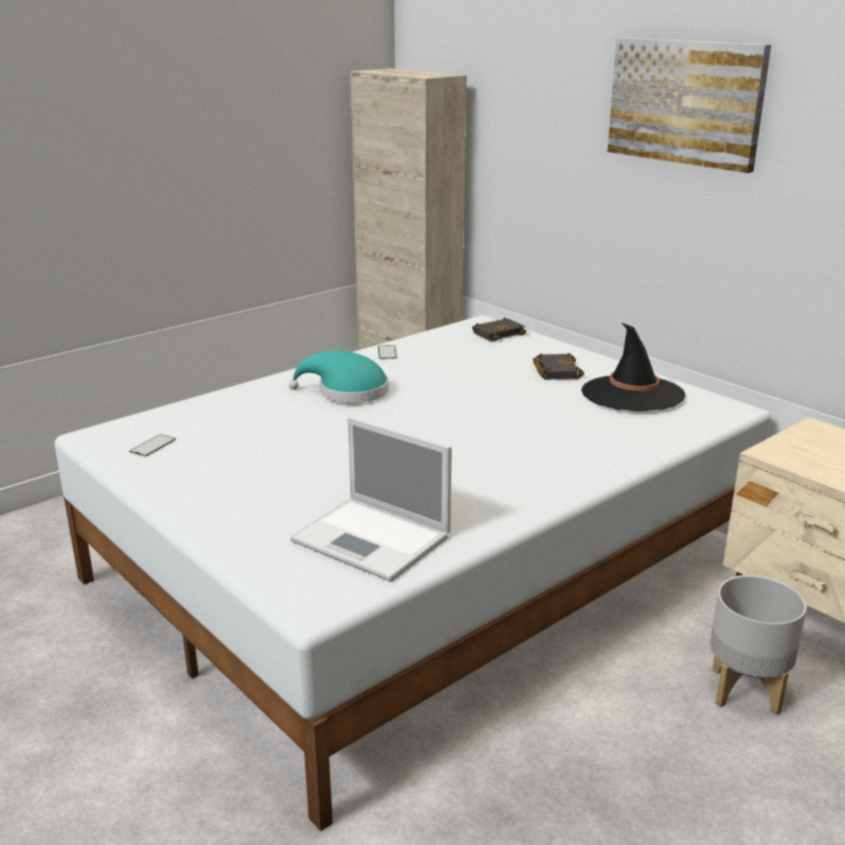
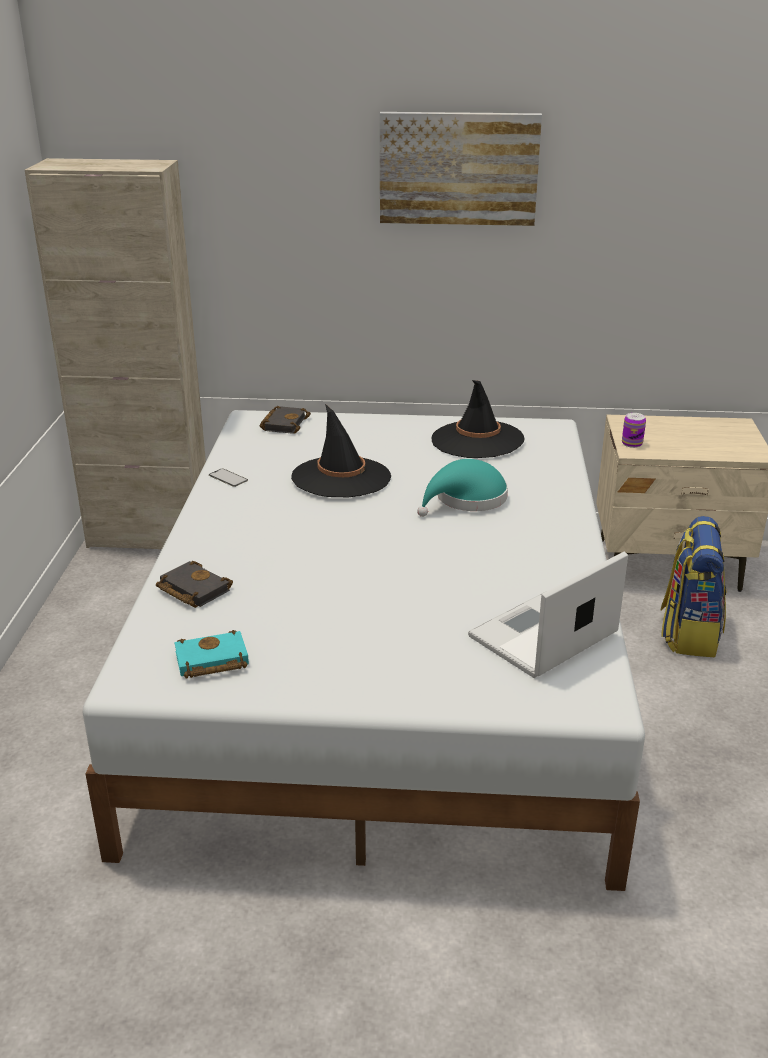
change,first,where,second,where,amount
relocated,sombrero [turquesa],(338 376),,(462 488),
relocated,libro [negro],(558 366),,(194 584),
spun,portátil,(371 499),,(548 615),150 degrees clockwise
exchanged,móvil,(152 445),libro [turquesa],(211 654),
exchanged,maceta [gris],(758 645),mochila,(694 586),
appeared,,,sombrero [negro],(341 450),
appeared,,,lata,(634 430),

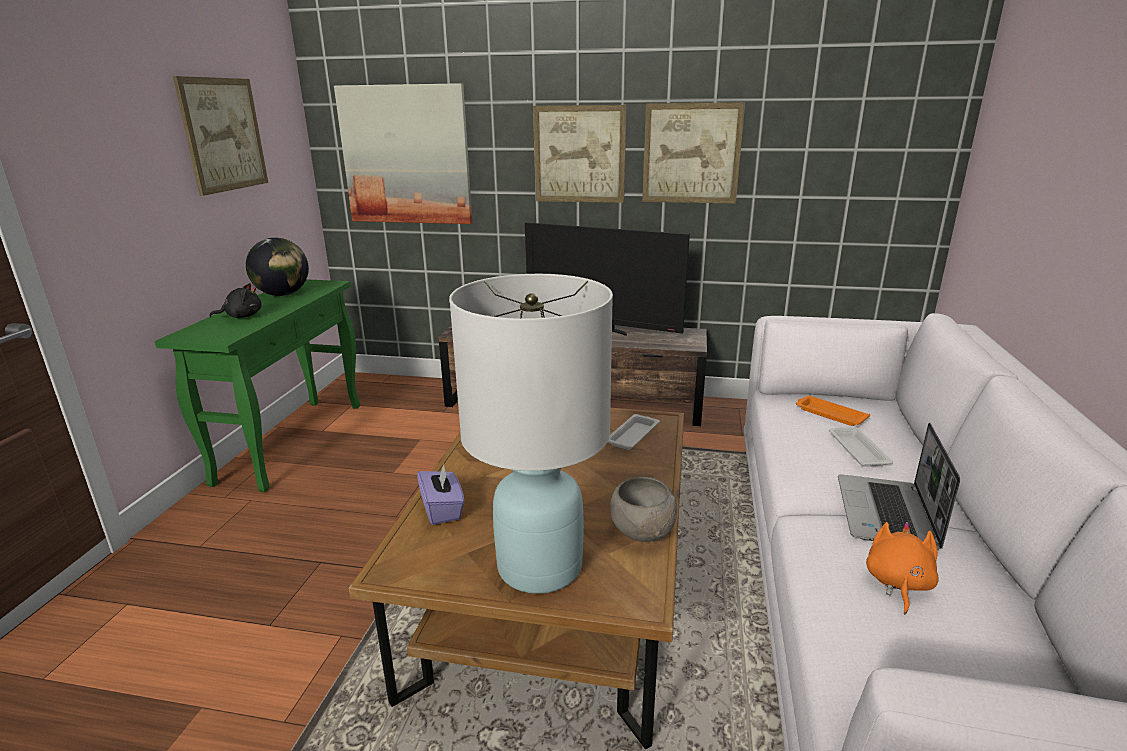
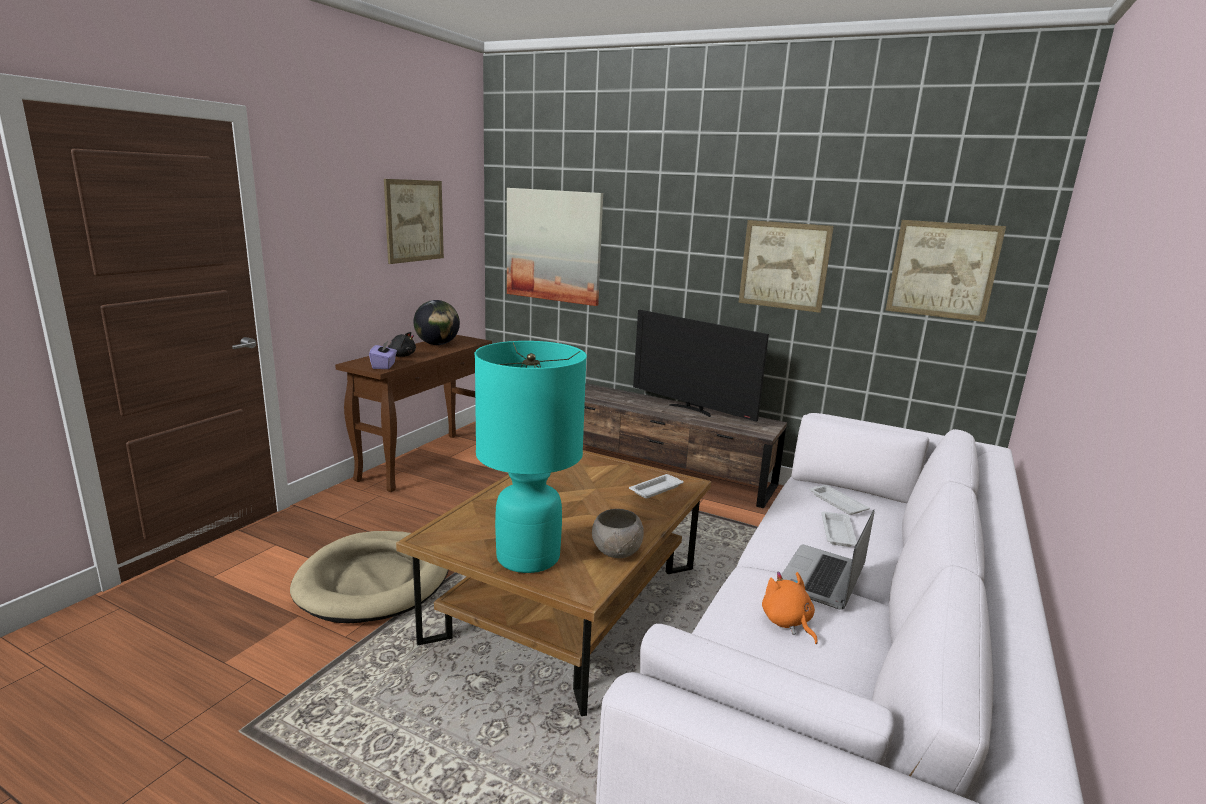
change,first,where,second,where,amount
relocated,cuadro,(580 154),,(945 271),
colour,lámpara de mesa [blanco],(531 434),lámpara de mesa [turquesa],(531 457),
colour,mesa consola [verde],(257 385),mesa consola [marrón],(413 413),
colour,bandeja [naranja],(833 411),bandeja [blanco],(839 500),
relocated,caja de pañuelos [morado],(441 494),,(383 355),
spun,peluche [naranja],(902 568),,(789 607),60 degrees counterclockwise
appeared,,,cama para perro [beis],(369 577),

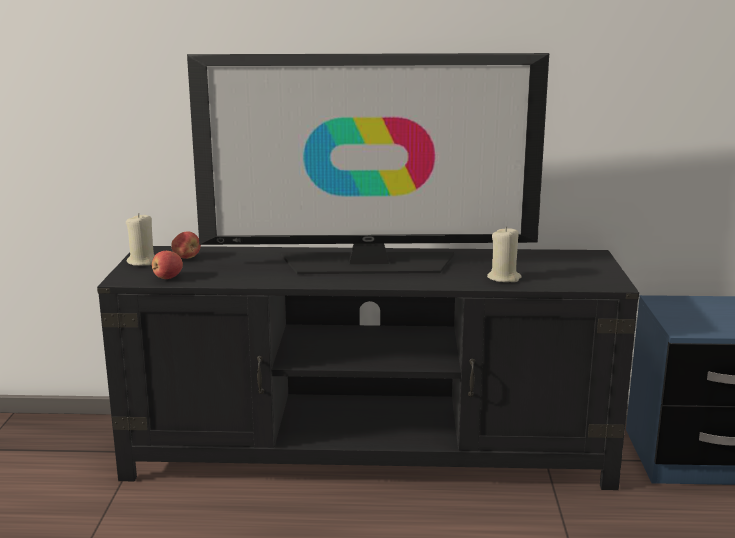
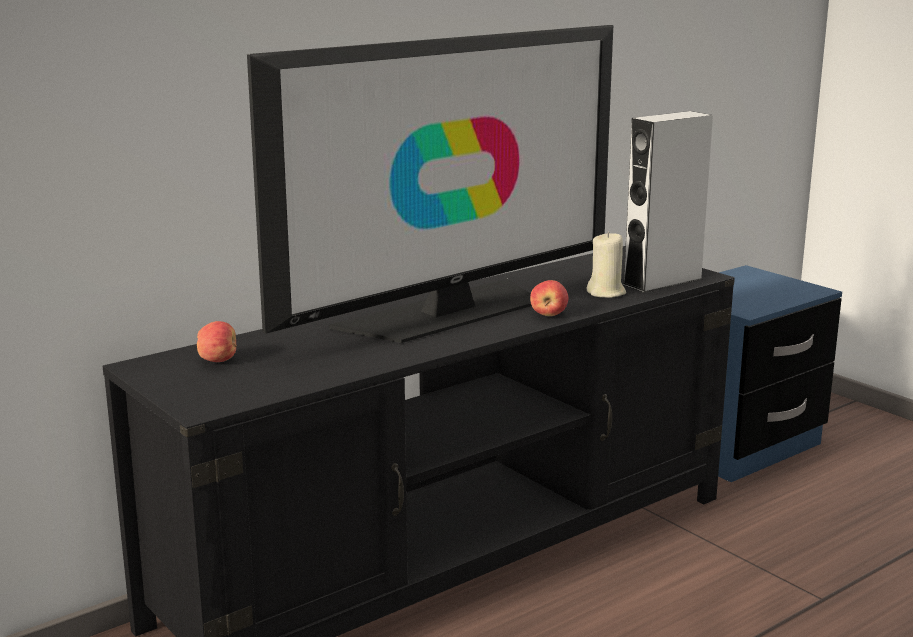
change,first,where,second,where,amount
missing,vela [beis],(140 239),,,
relocated,manzana,(167 265),,(549 298),
appeared,,,altavoz [gris],(667 202),

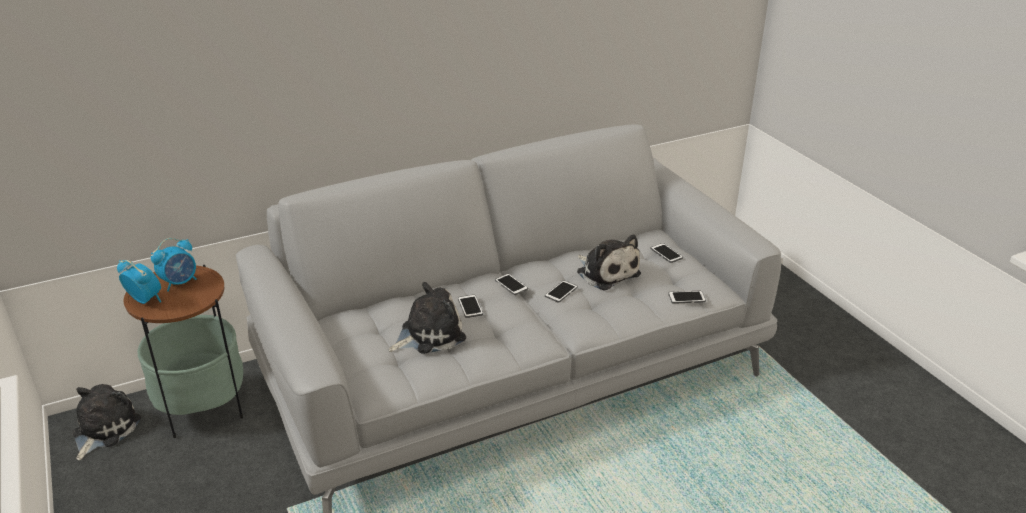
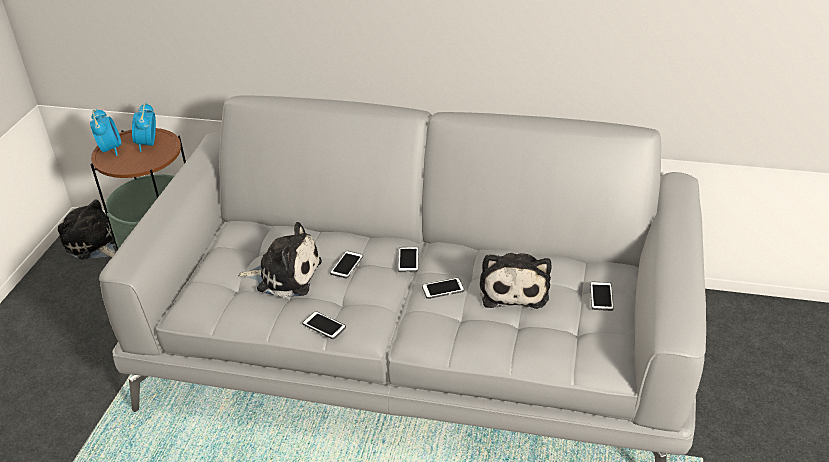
change,first,where,second,where,amount
spun,despertador,(174 265),,(144 127),90 degrees clockwise
relocated,móvil,(687 297),,(324 325),
spun,peluche,(107 422),,(87 229),105 degrees counterclockwise

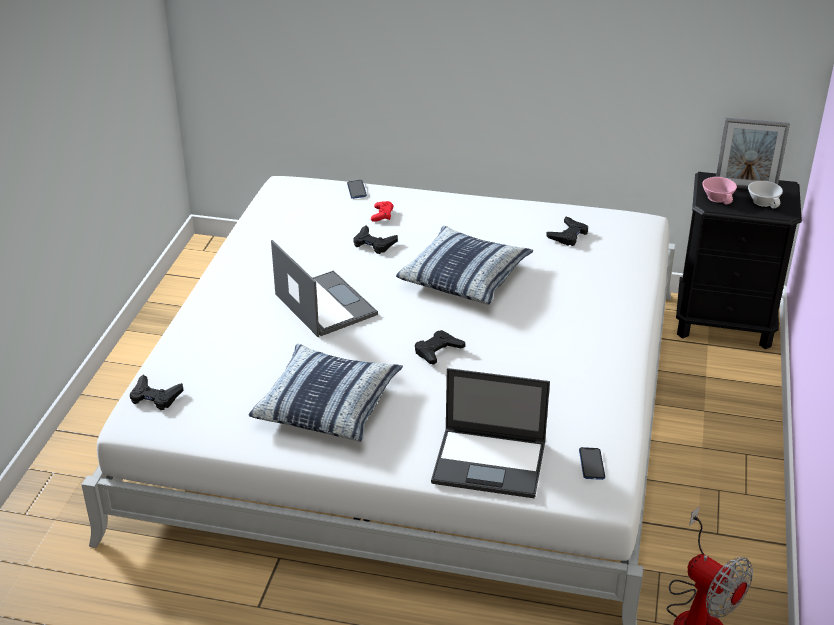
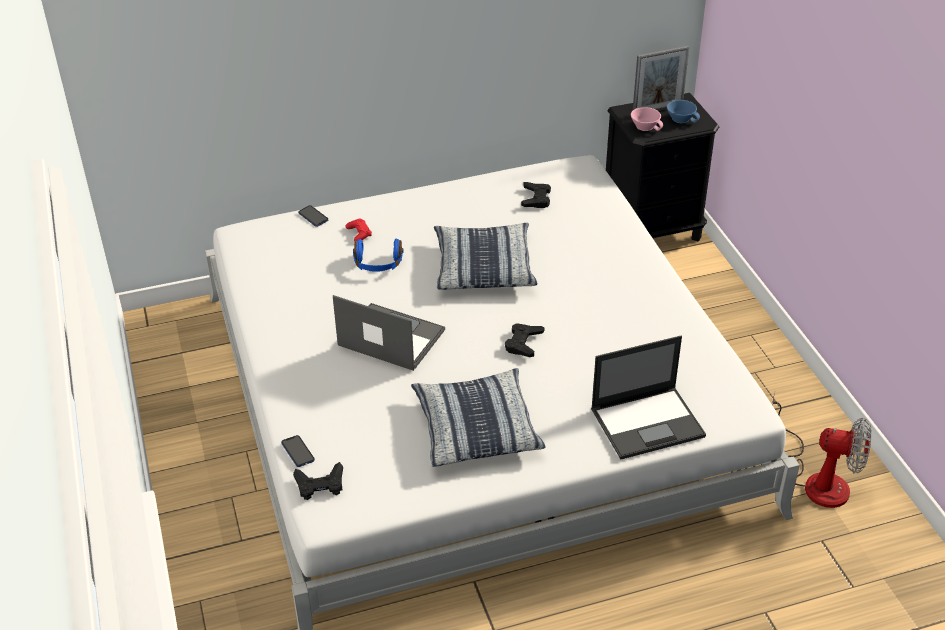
change,first,where,second,where,amount
colour,taza [blanco],(765 195),taza [azul],(683 111),
exchanged,mando de consola [negro],(375 239),auriculares [azul],(378 255),
relocated,móvil,(592 463),,(298 451),

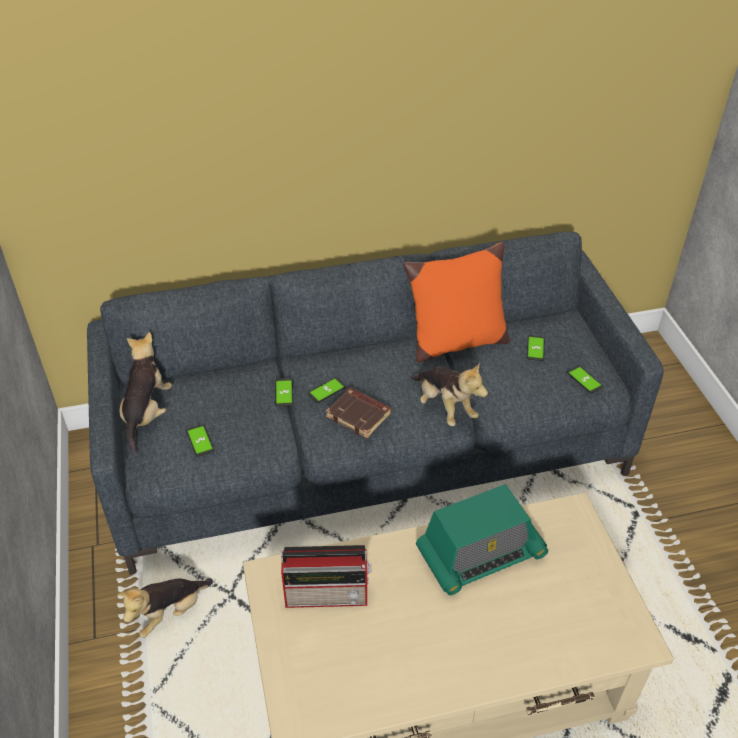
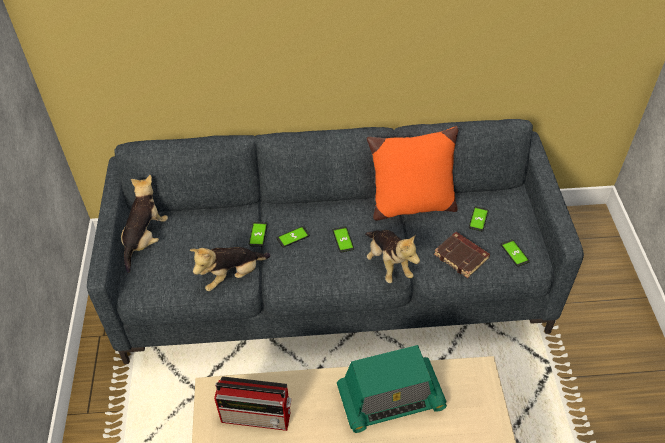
change,first,where,second,where,amount
relocated,libro [marrón],(359 413),,(462 255),
relocated,móvil,(200 440),,(343 239),
relocated,peluche,(165 608),,(230 269),

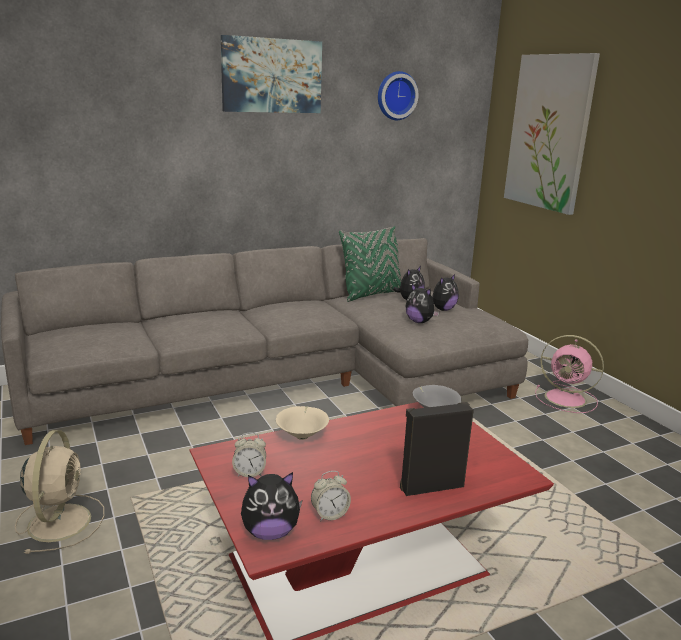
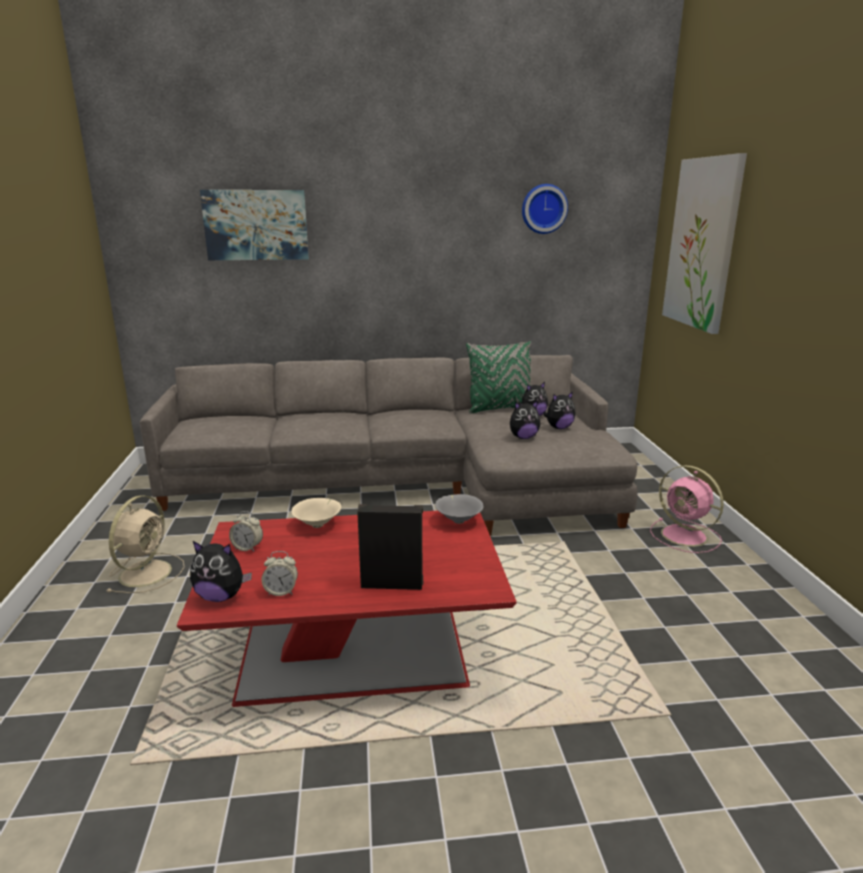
change,first,where,second,where,amount
relocated,cuadro,(271 74),,(254 225),
spun,peluche,(422 303),,(525 419),75 degrees counterclockwise

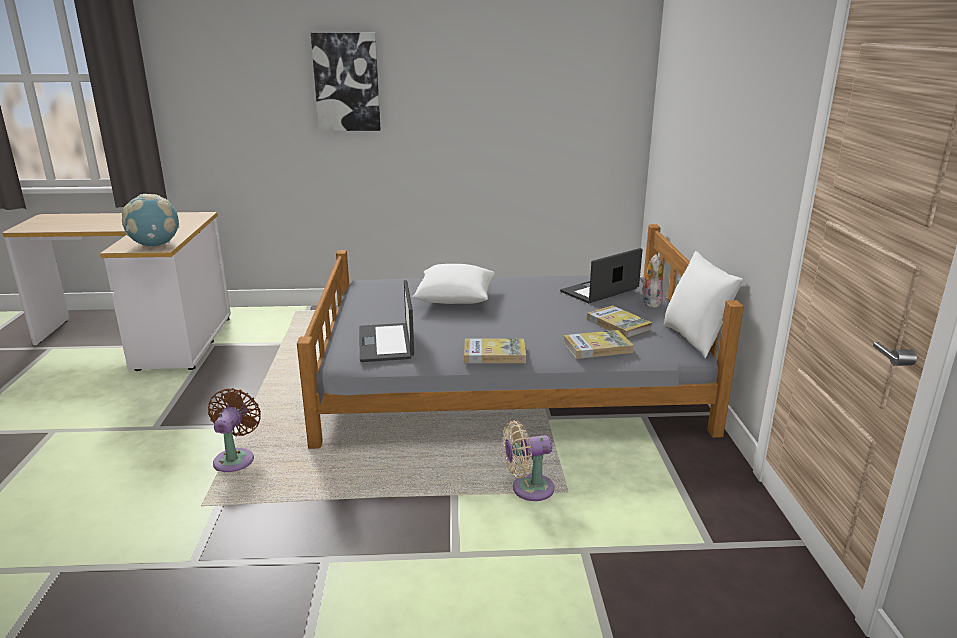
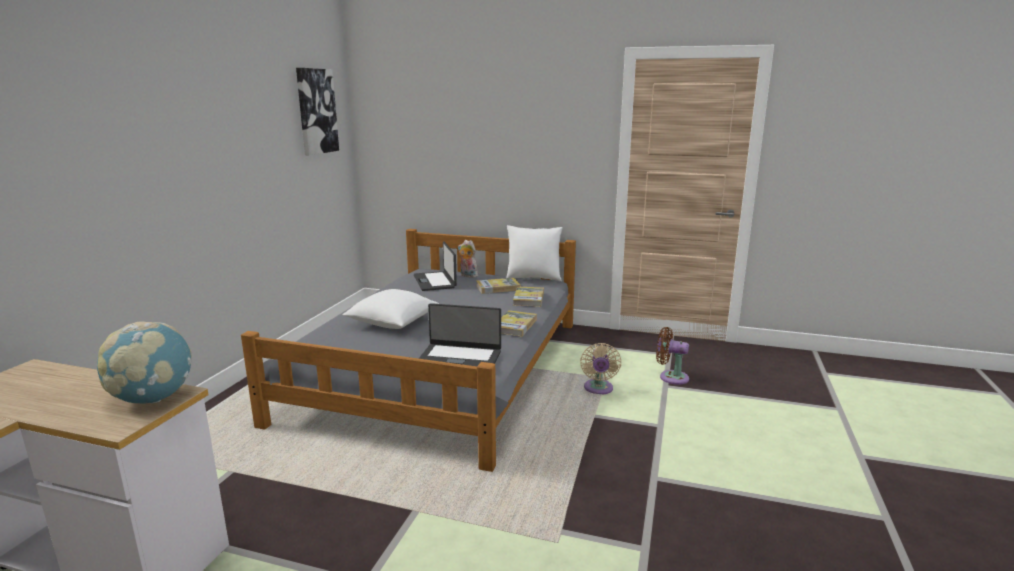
change,first,where,second,where,amount
relocated,cuadro,(346 82),,(317 111),
relocated,ventilador [marrón],(234 430),,(672 356),

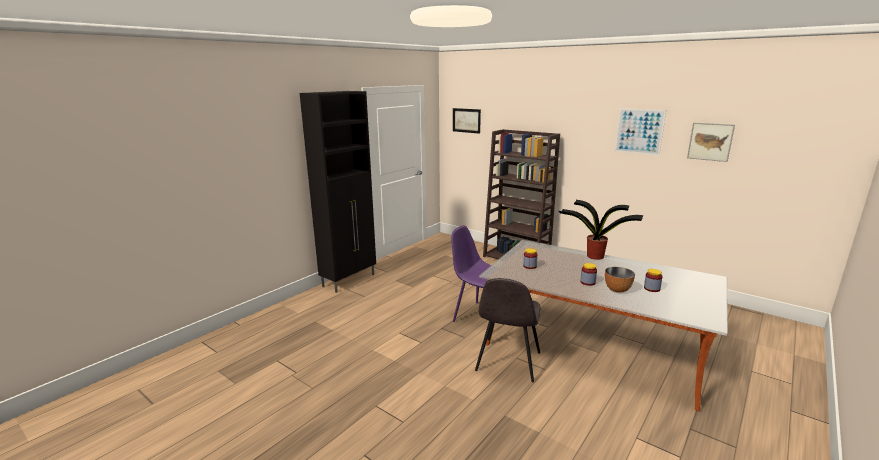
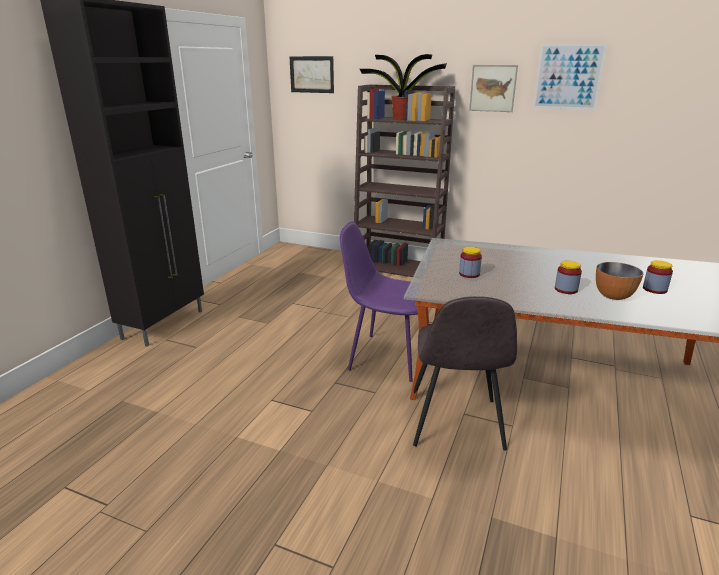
change,first,where,second,where,amount
relocated,cuadro,(711 142),,(493 88),
relocated,planta en maceta,(601 230),,(403 87),

